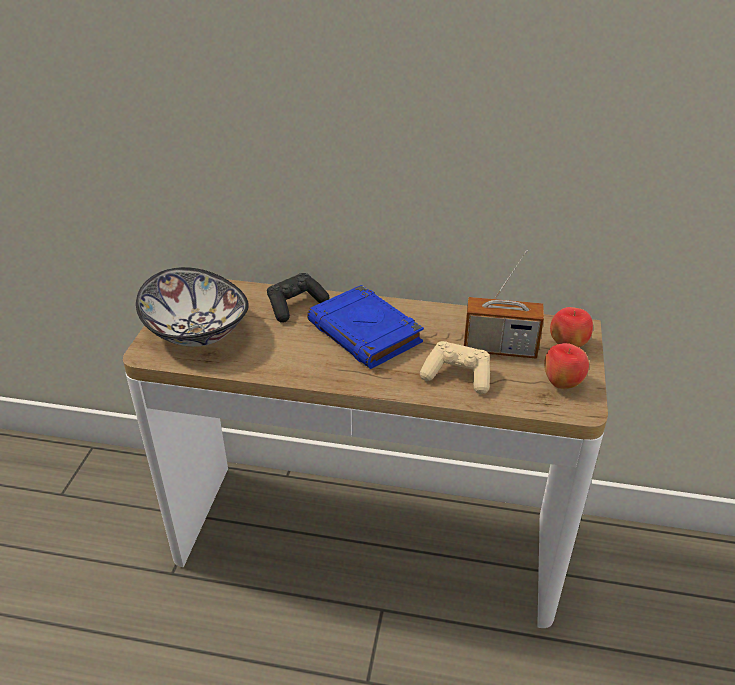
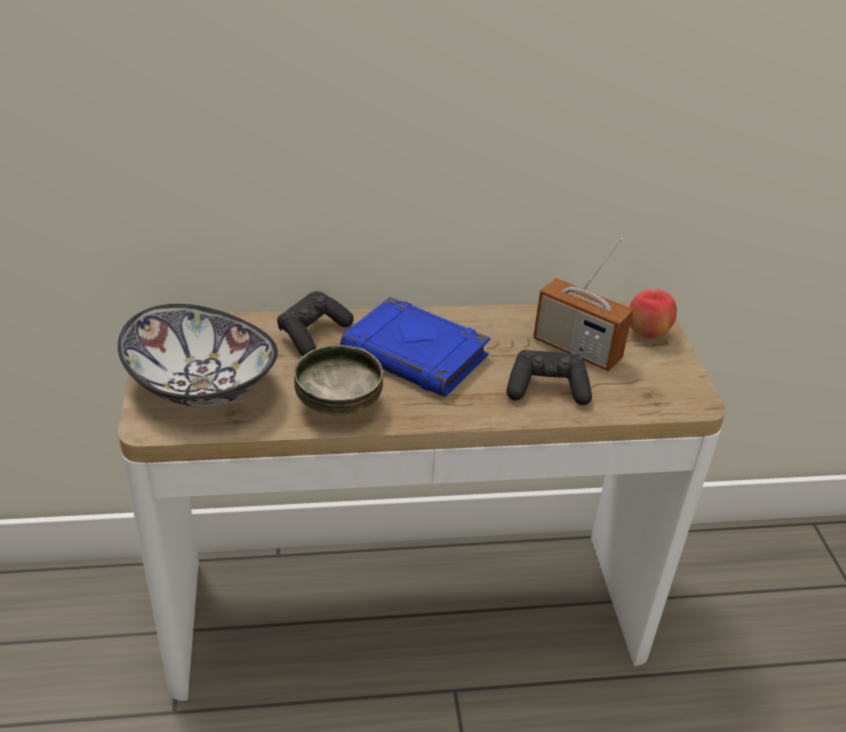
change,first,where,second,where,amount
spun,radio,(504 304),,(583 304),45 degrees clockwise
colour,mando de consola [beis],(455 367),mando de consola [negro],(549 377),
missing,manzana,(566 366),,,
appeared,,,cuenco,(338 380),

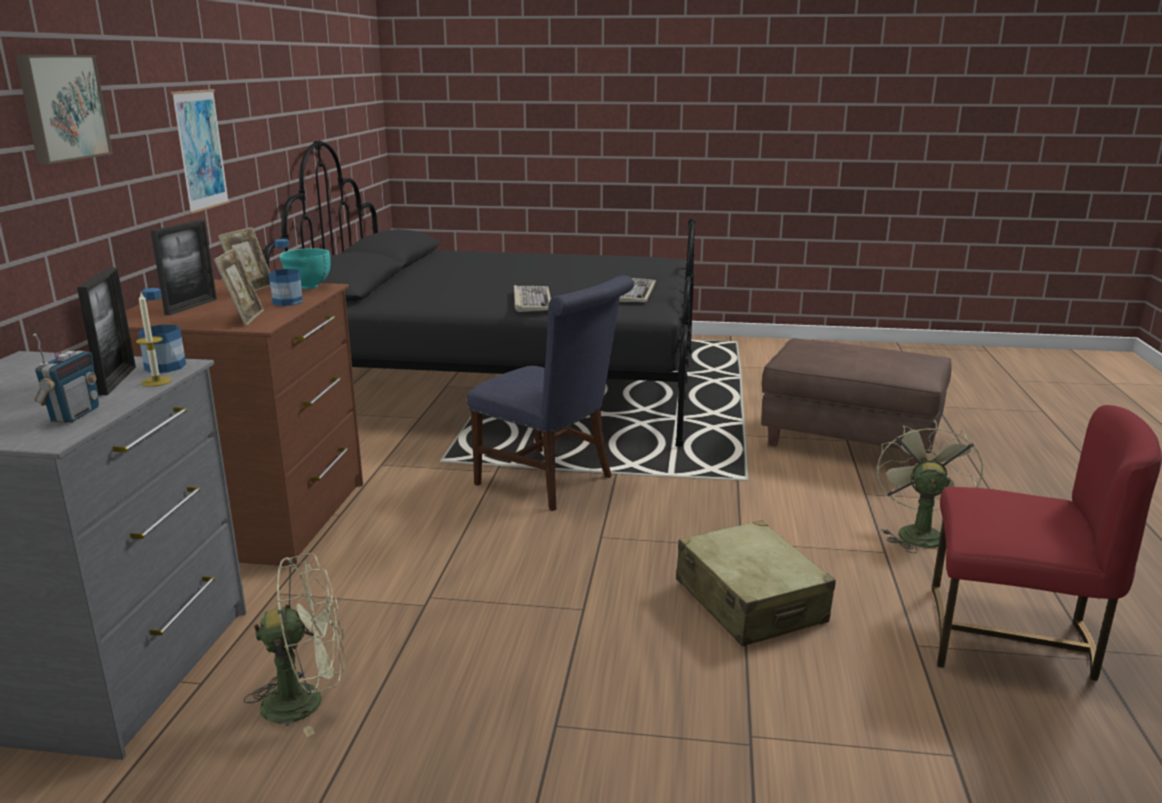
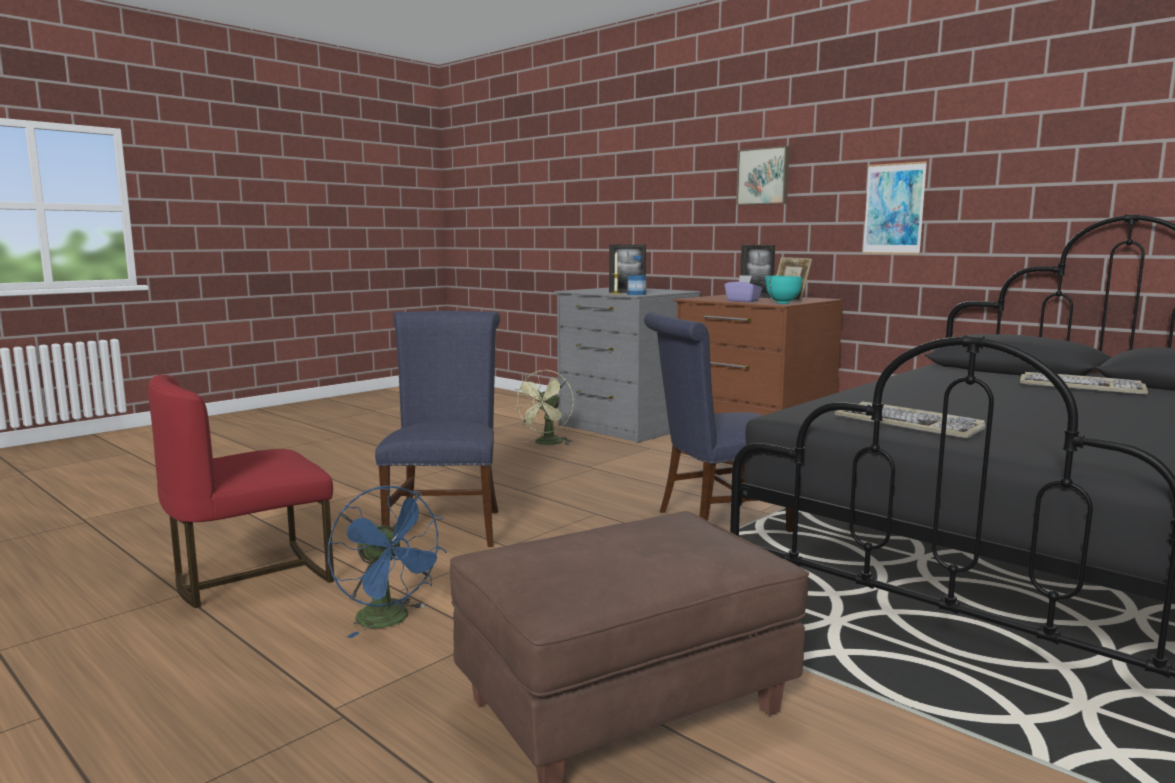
change,first,where,second,where,amount
exchanged,botella,(285 272),caja de pañuelos [morado],(743 288),
missing,portarretratos,(239 287),,,
relocated,teclado,(532 298),,(1084 383),
missing,radio,(66 378),,,
colour,ventilador [verde],(930 486),ventilador [azul],(387 562),
exchanged,maleta [beis],(756 583),silla [azul],(437 429),

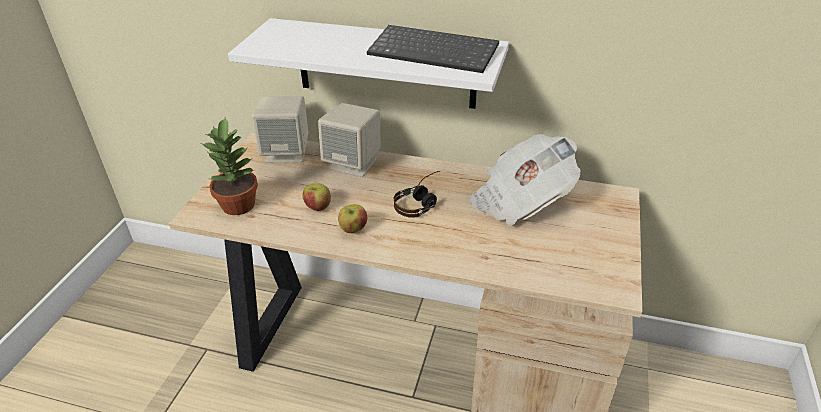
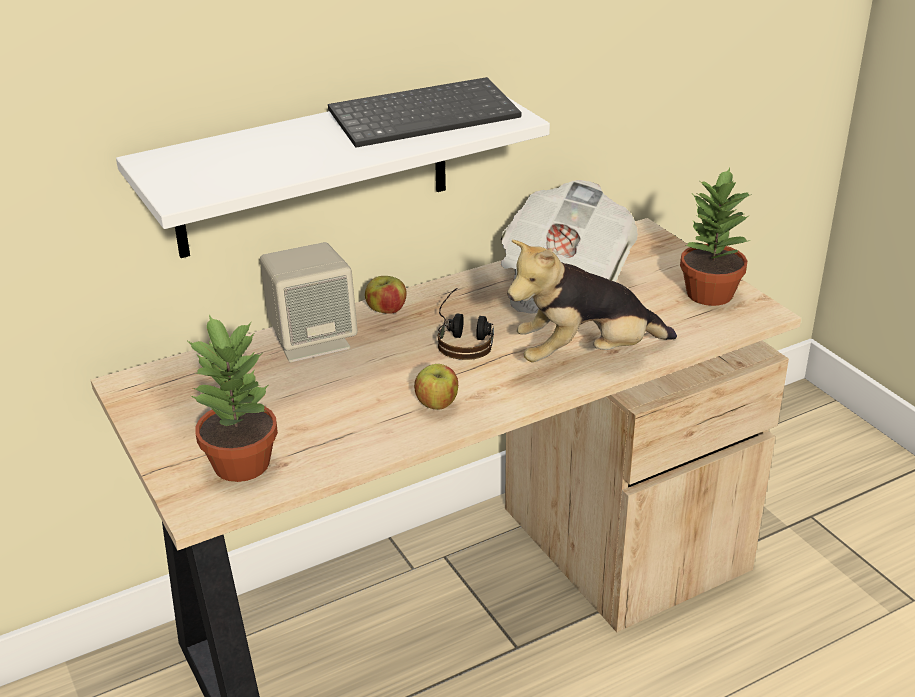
change,first,where,second,where,amount
missing,altavoz [beis],(280 129),,,
relocated,manzana,(316 197),,(386 295),
appeared,,,planta en maceta,(716 237),
appeared,,,peluche,(592 301),

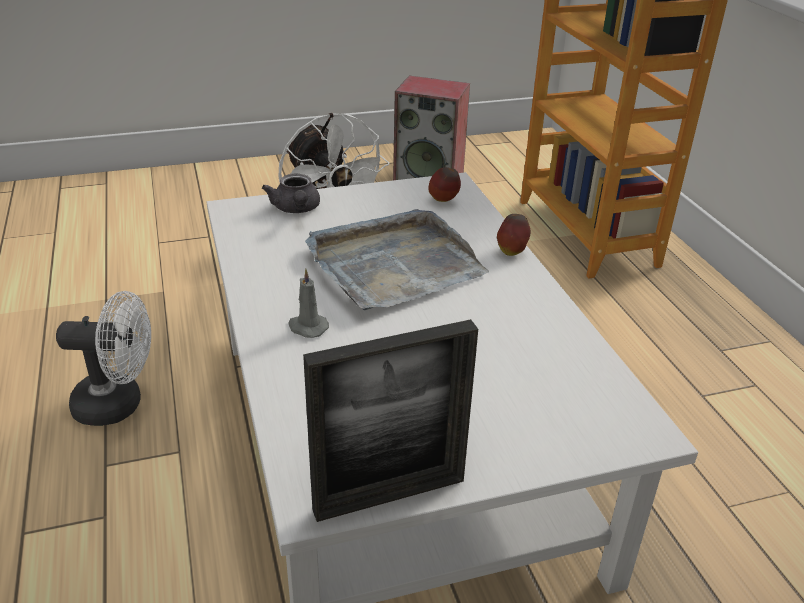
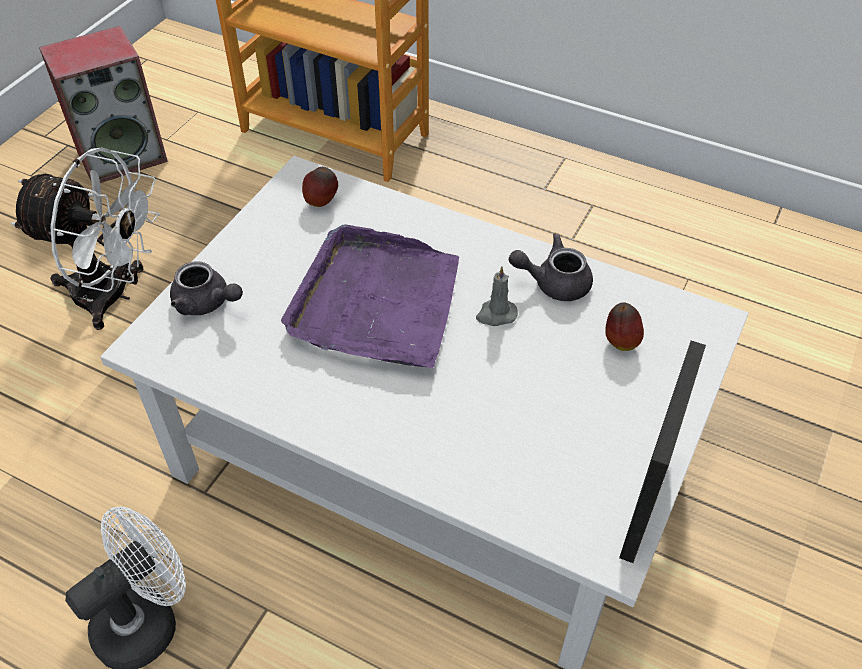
change,first,where,second,where,amount
colour,bandeja [gris],(397 260),bandeja [morado],(370 296),
relocated,manzana,(513 235),,(624 326),
relocated,vela [gris],(308 303),,(497 296),
appeared,,,tetera [gris],(551 267),

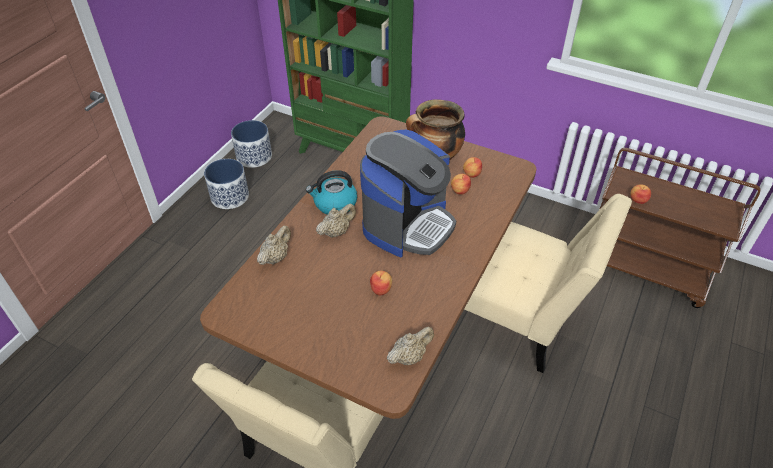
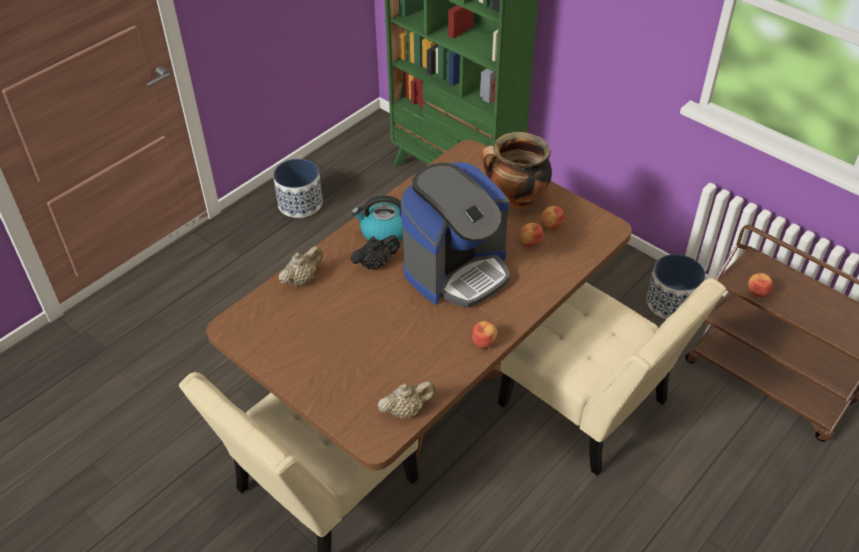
change,first,where,second,where,amount
relocated,maceta,(251 144),,(675 286),
colour,tetera [beis],(336 221),tetera [negro],(375 252),
relocated,manzana,(381 283),,(484 335),

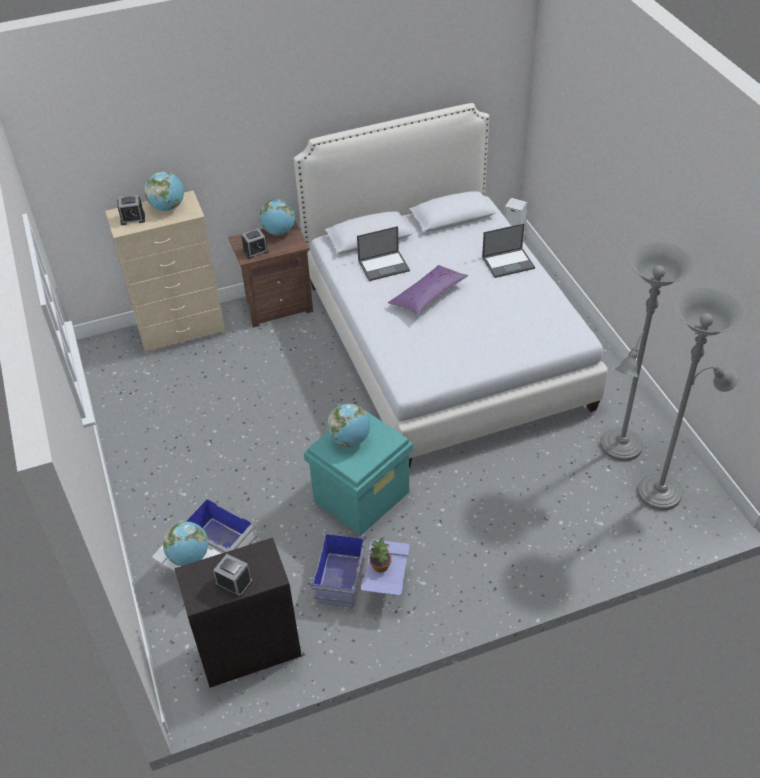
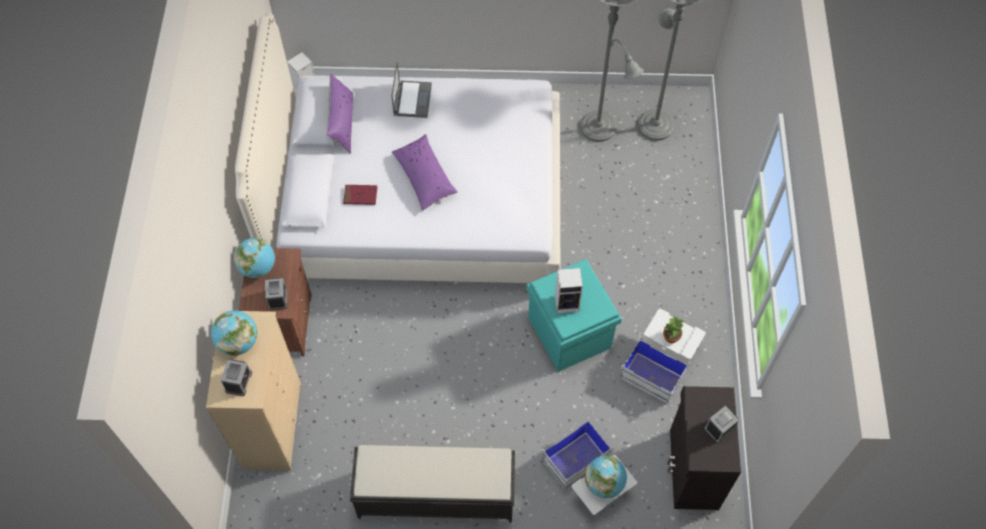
change,first,where,second,where,amount
exchanged,portátil,(383 253),libro [rojo],(360 195),
exchanged,globo terráqueo,(348 425),altavoz,(569 290),
colour,caja de almacenaje [azul],(360 568),caja de almacenaje [blanco],(663 355),
appeared,,,cojín [morado],(340 113),
appeared,,,banco [negro],(432 484),

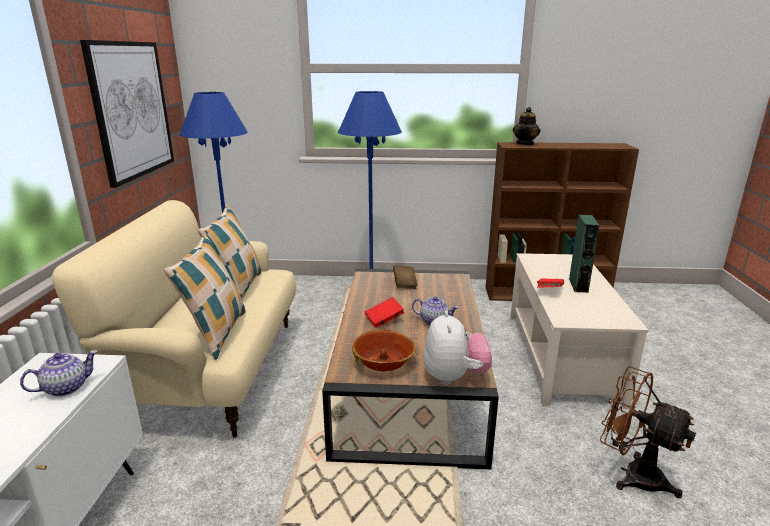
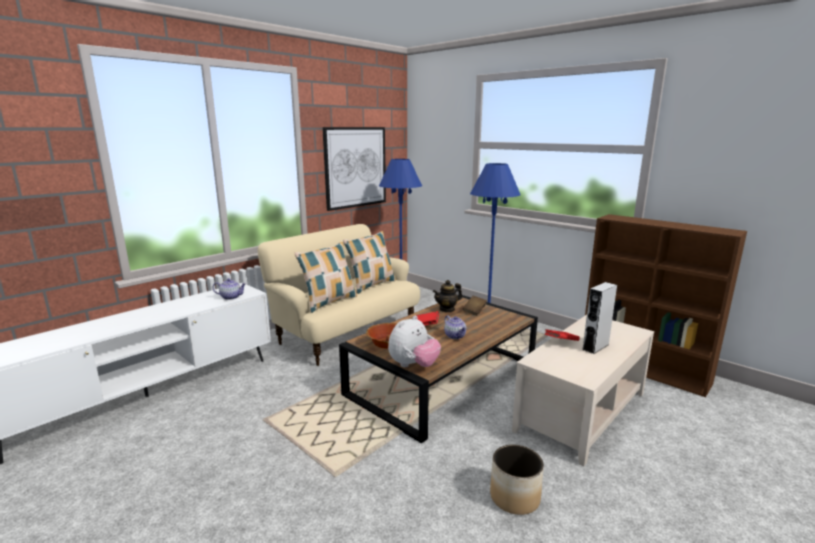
change,first,where,second,where,amount
relocated,tetera,(527 126),,(447 296),
colour,altavoz [verde],(584 254),altavoz [gris],(599 318),
exchanged,ventilador [marrón],(648 432),maceta,(517 480),

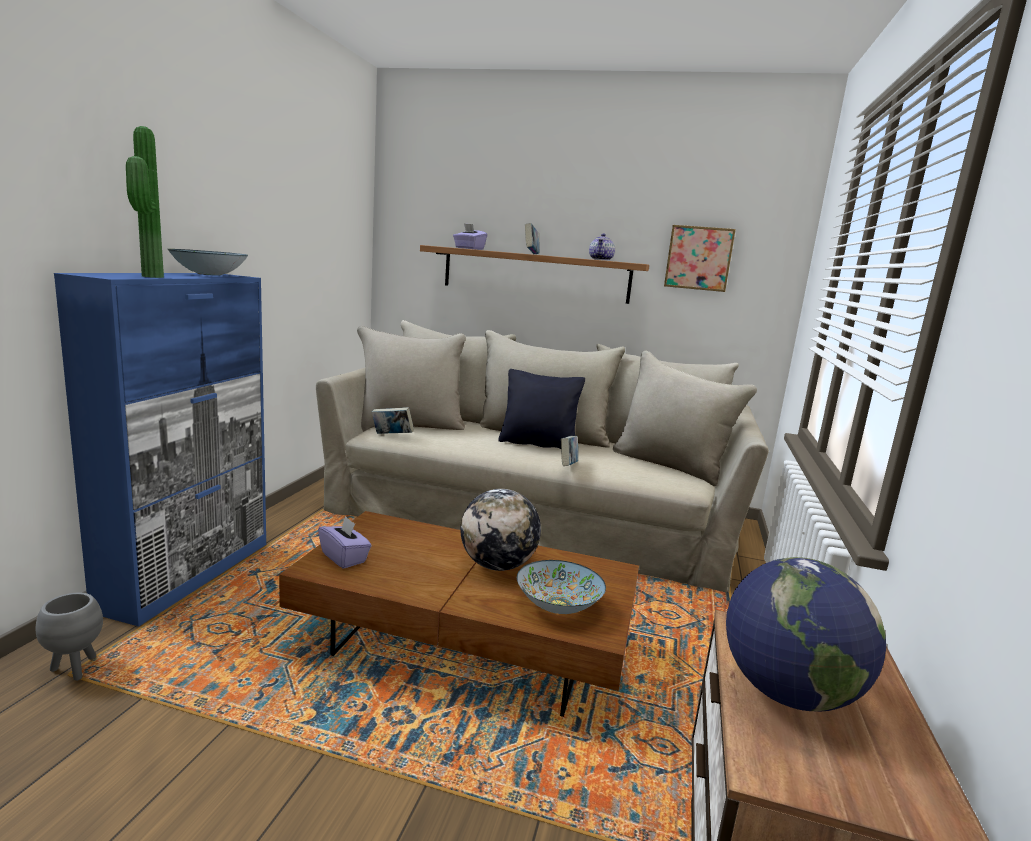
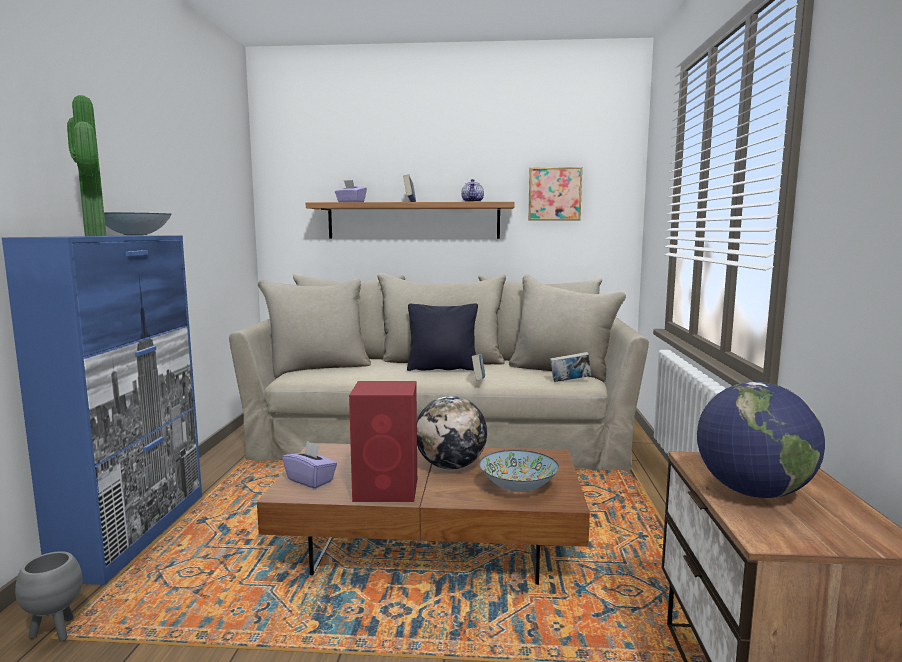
change,first,where,second,where,amount
relocated,libro,(393 420),,(570 367),
appeared,,,altavoz [rojo],(383 441),

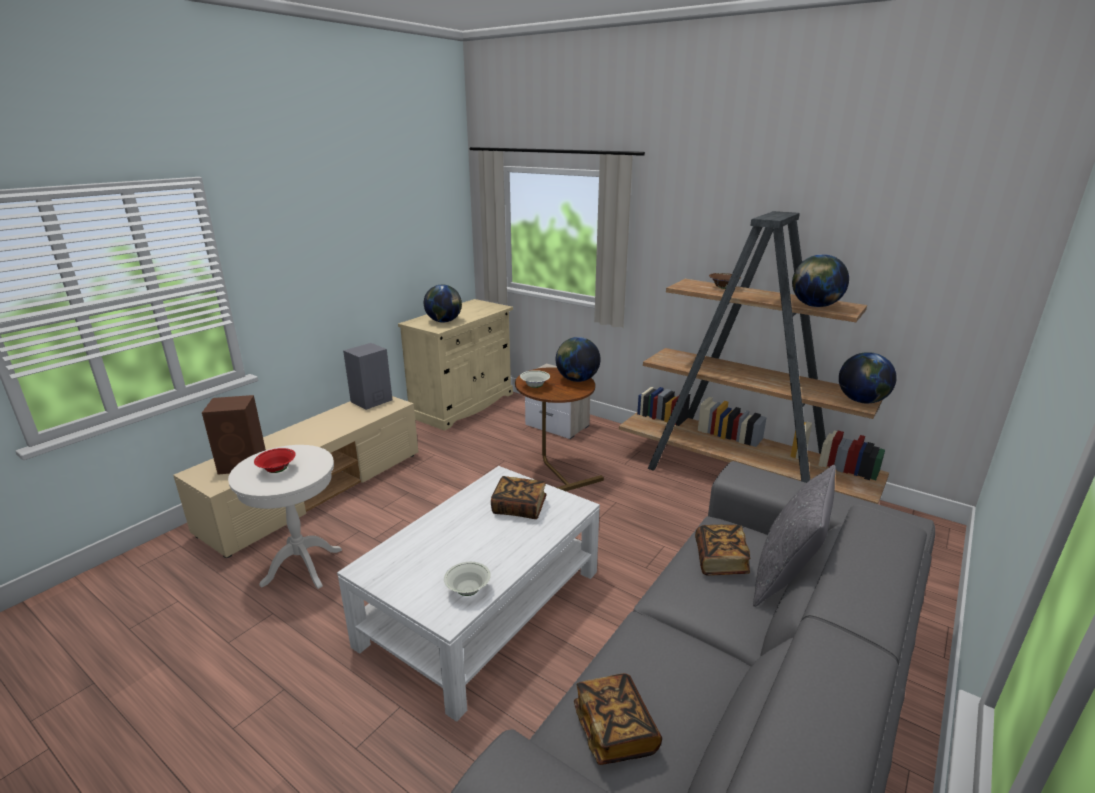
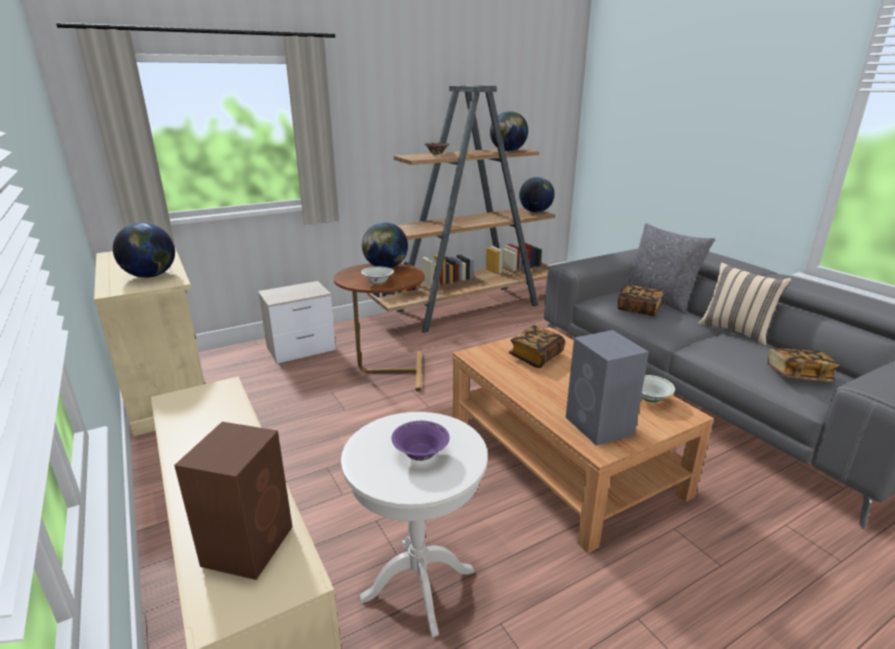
change,first,where,second,where,amount
relocated,altavoz [gris],(368 376),,(607 388),
colour,cuenco [rojo],(275 460),cuenco [morado],(420 441),
colour,mesa de centro [blanco],(468 594),mesa de centro [marrón],(583 440),
appeared,,,cojín [beis],(745 304),

